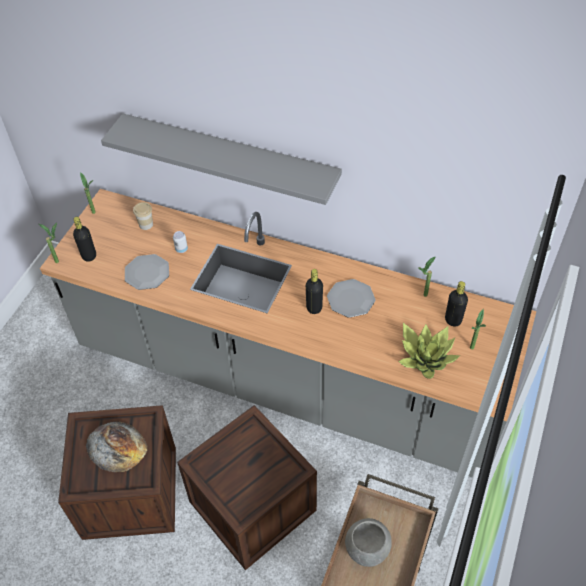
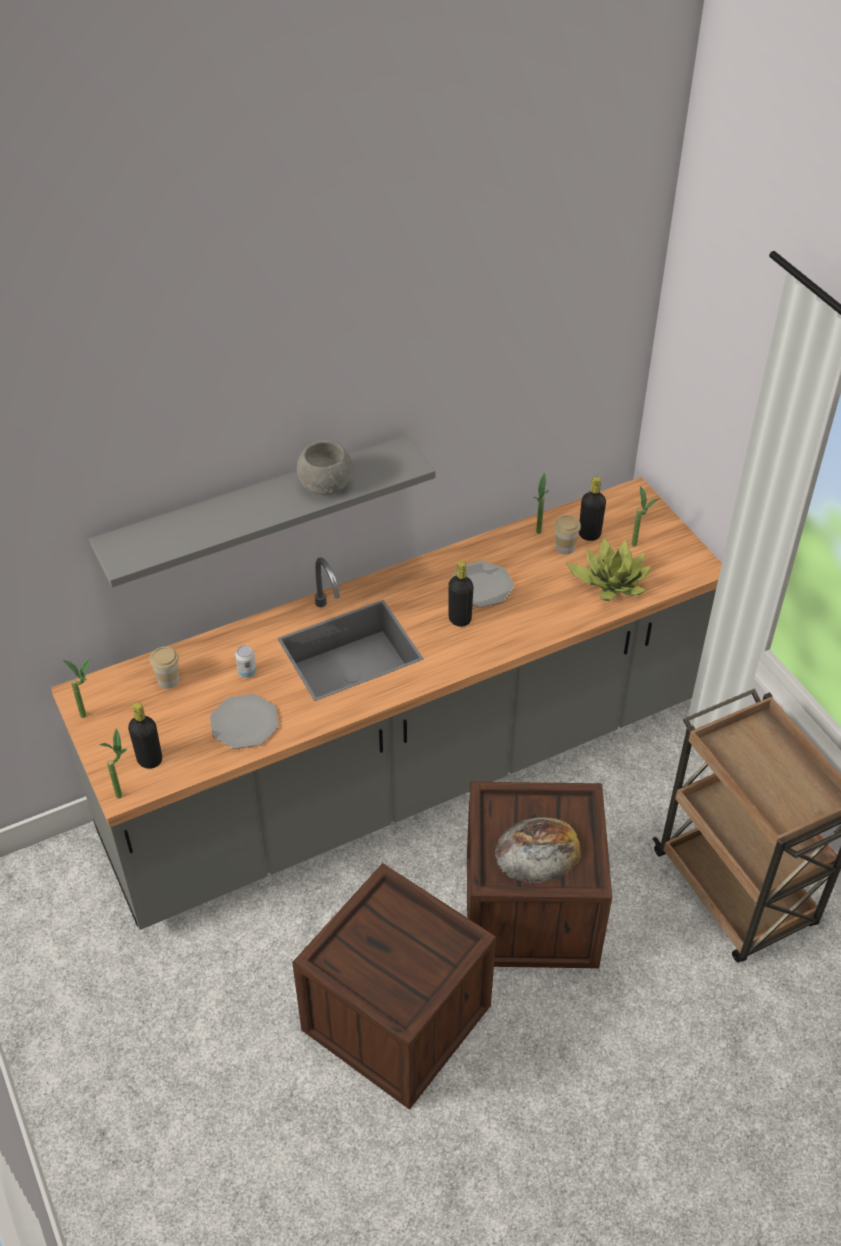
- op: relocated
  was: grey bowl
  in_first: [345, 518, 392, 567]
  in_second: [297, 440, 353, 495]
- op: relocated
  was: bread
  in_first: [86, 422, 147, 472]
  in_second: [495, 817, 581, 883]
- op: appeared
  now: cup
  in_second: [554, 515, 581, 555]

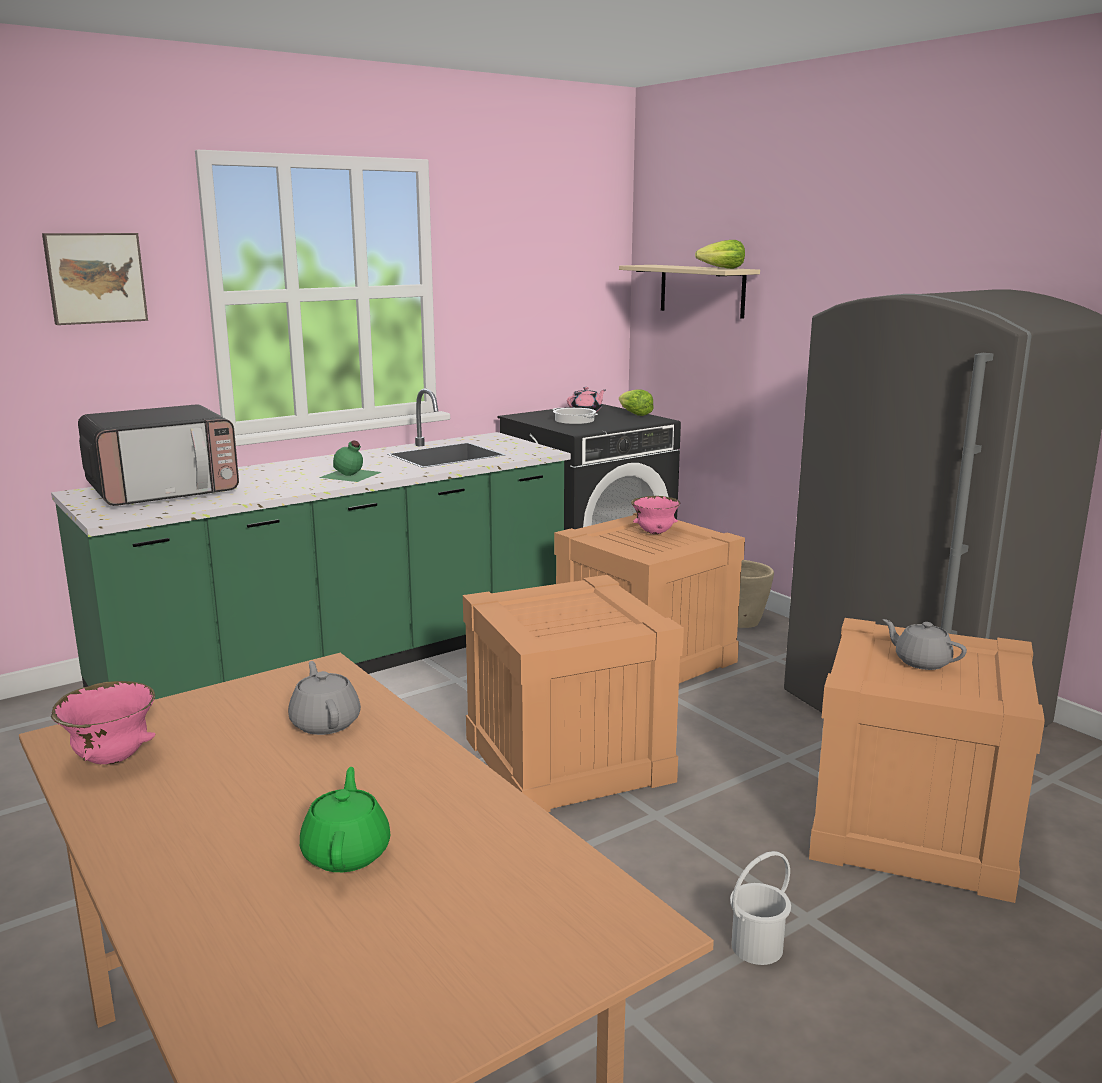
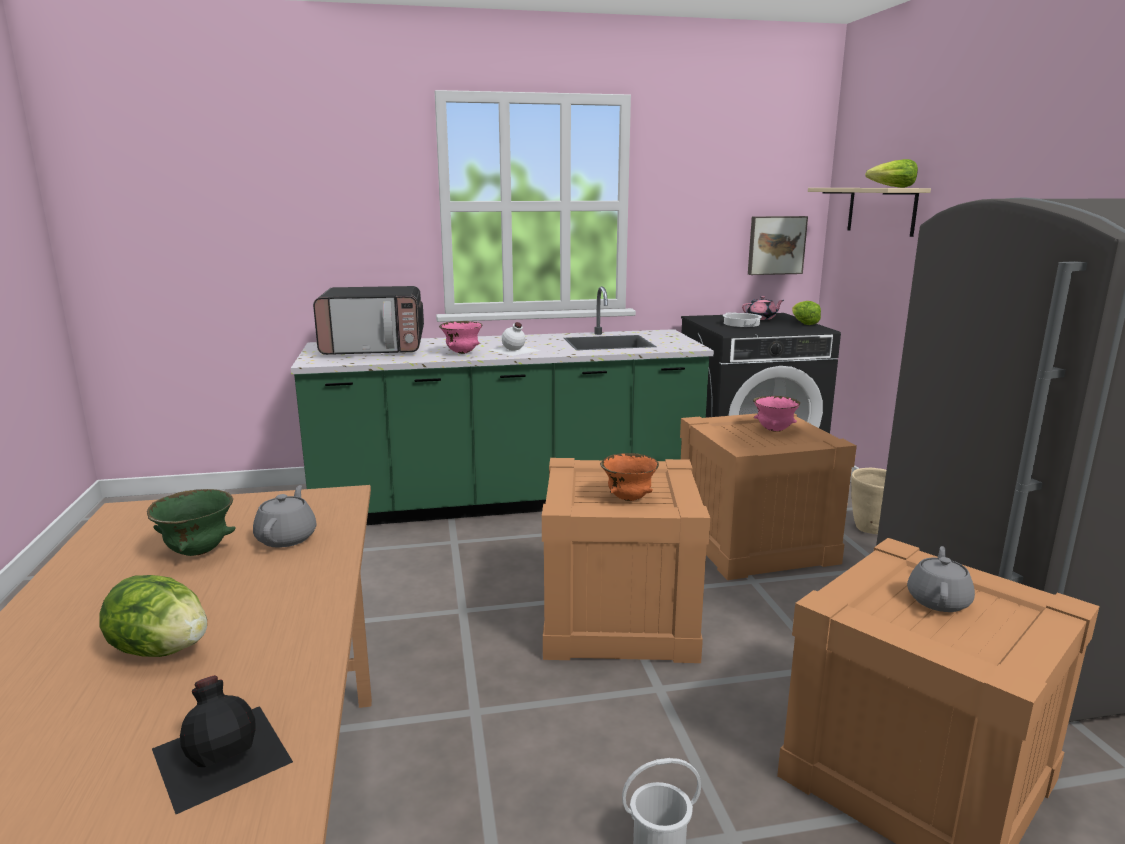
- op: exchanged
  was: green teapot
  now: lettuce
  in_first: [300, 767, 390, 872]
  in_second: [99, 575, 207, 657]
- op: appeared
  now: green bowl
  in_second: [147, 489, 236, 556]
- op: appeared
  now: black bottle
  in_second: [152, 675, 293, 814]
- op: relocated
  was: pink bowl
  in_first: [51, 681, 155, 764]
  in_second: [439, 321, 482, 354]
- op: colour
  was: green bottle
  now: white bottle
  in_first: [319, 440, 381, 482]
  in_second: [491, 322, 541, 356]
- op: appeared
  now: orange bowl
  in_second: [600, 453, 659, 501]
- op: relocated
  was: picture
  in_first: [42, 233, 148, 325]
  in_second: [748, 216, 808, 275]
- op: spun
  was: grey teapot
  in_first: [883, 619, 967, 670]
  in_second: [907, 546, 975, 612]
  clockwise: 45

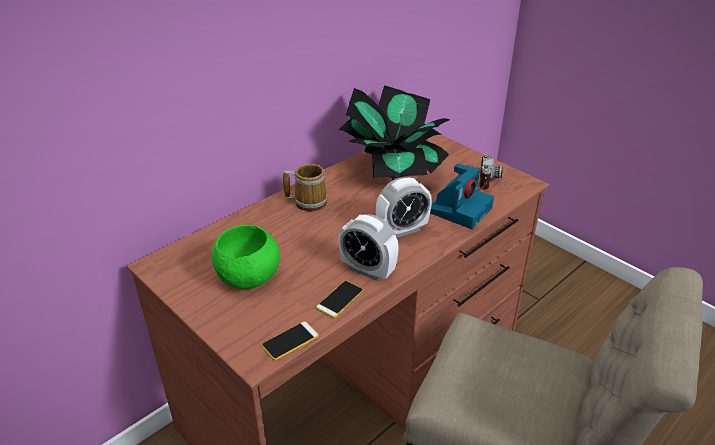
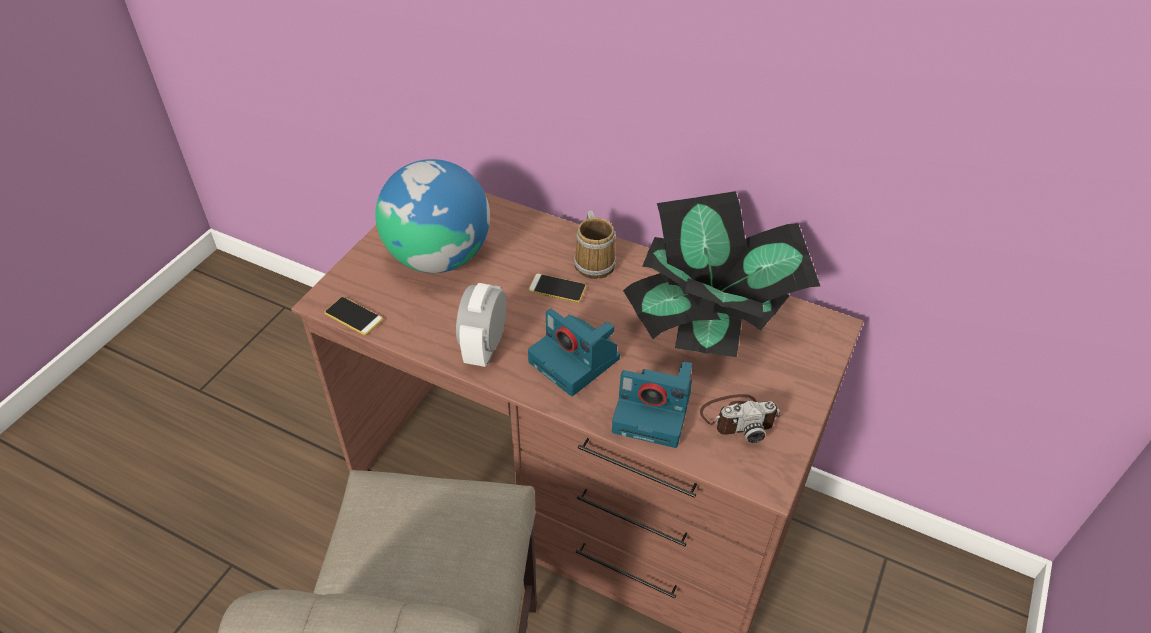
- op: exchanged
  was: green bowl
  now: globe
  in_first: [212, 225, 280, 289]
  in_second: [375, 159, 490, 273]
- op: relocated
  was: phone
  in_first: [316, 281, 364, 318]
  in_second: [528, 274, 587, 303]
- op: exchanged
  was: alarm clock
  now: photo camera
  in_first: [376, 177, 432, 238]
  in_second: [528, 309, 620, 396]

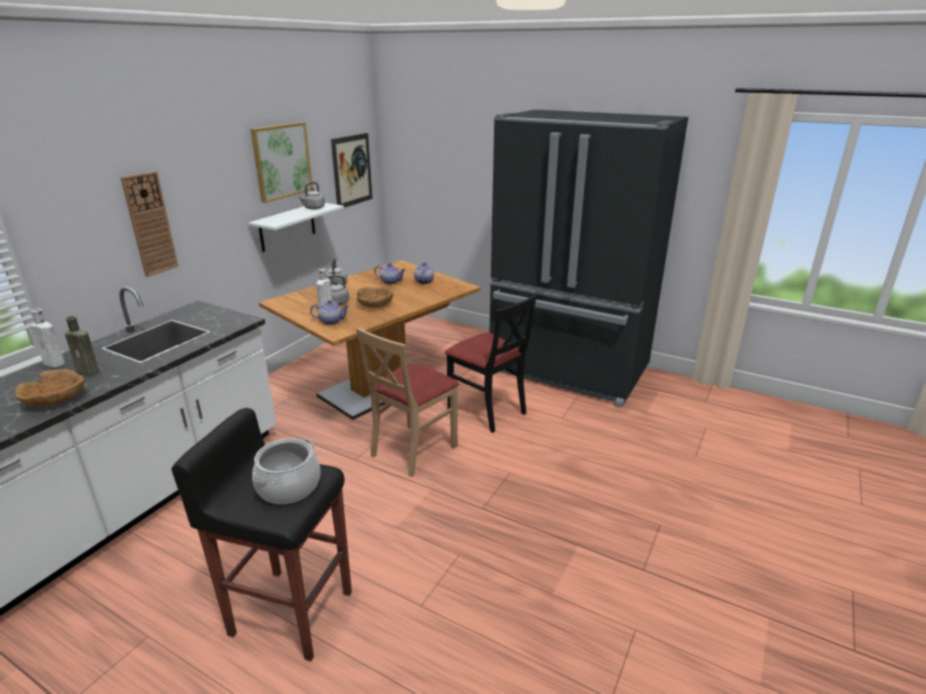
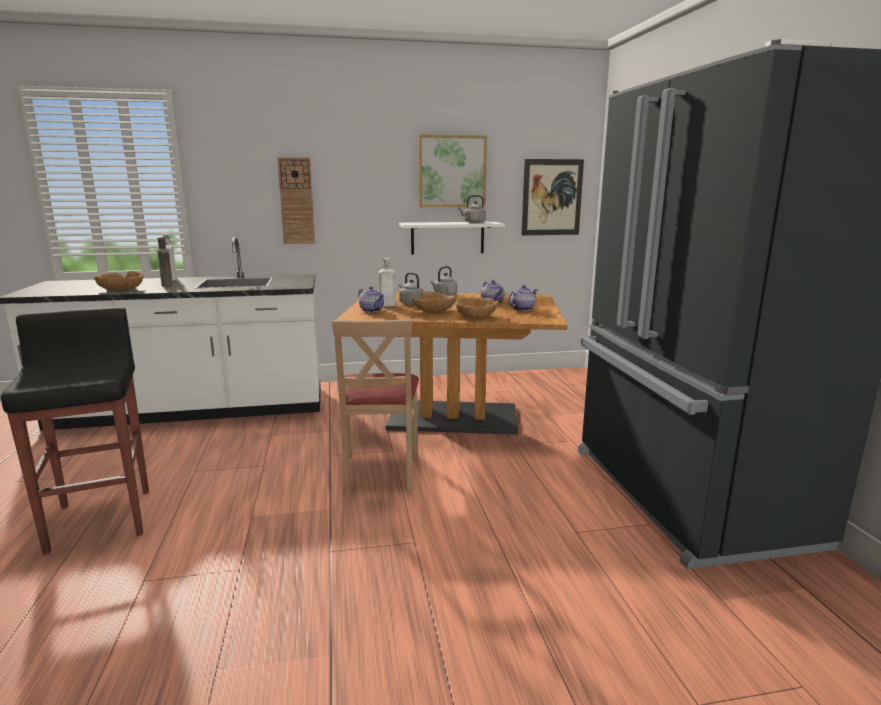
- op: spun
  was: beige chair
  in_first: [356, 327, 459, 477]
  in_second: [332, 319, 419, 495]
  clockwise: -90
- op: appeared
  now: brown bowl
  in_second: [455, 298, 499, 318]
- op: missing
  was: cooking pot
  in_first: [252, 438, 321, 504]
- op: missing
  was: black chair
  in_first: [445, 295, 537, 433]

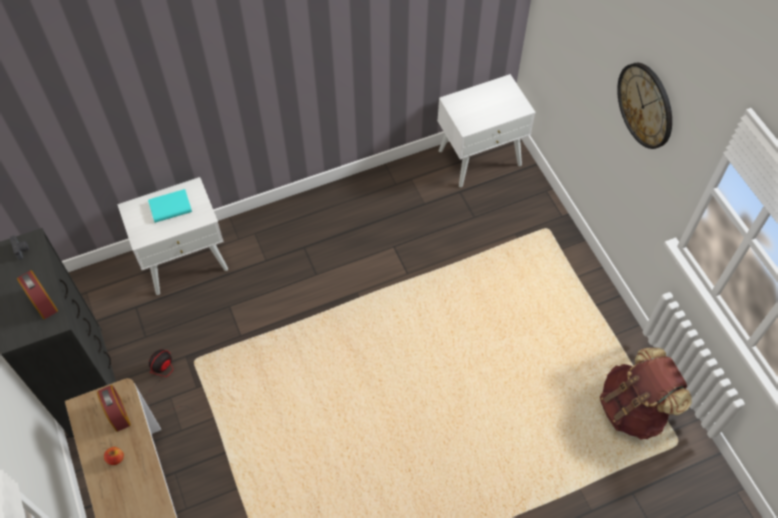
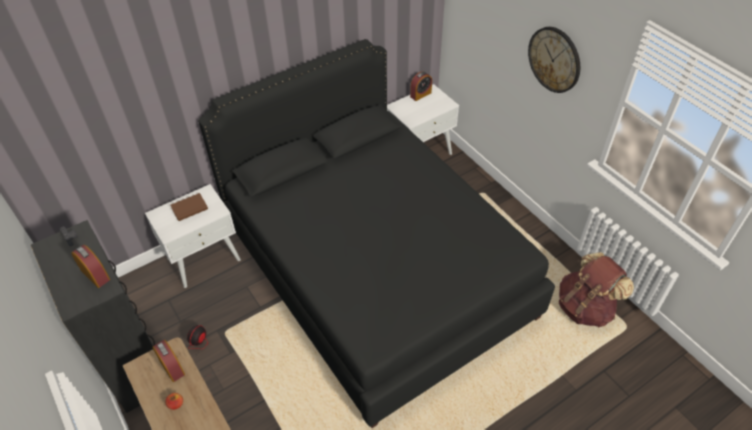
- op: colour
  was: turquoise book
  now: brown book
  in_first: [148, 189, 192, 223]
  in_second: [171, 193, 208, 221]
- op: appeared
  now: black bed
  in_second: [198, 39, 555, 428]
- op: appeared
  now: alarm clock
  in_second: [410, 72, 432, 101]

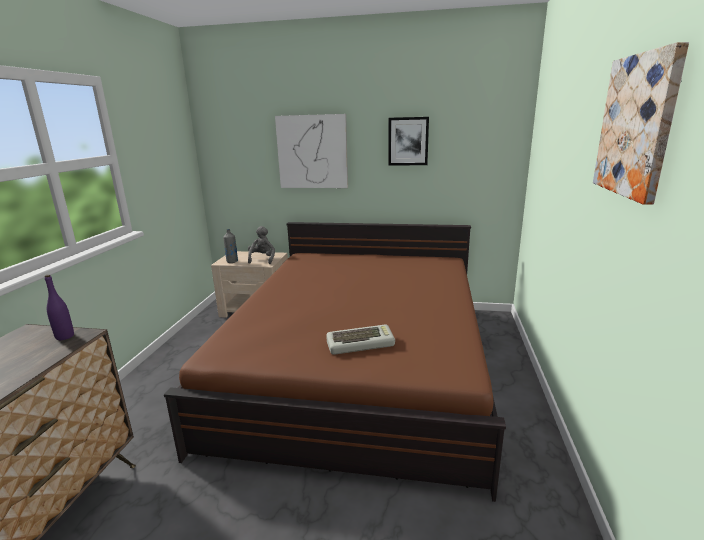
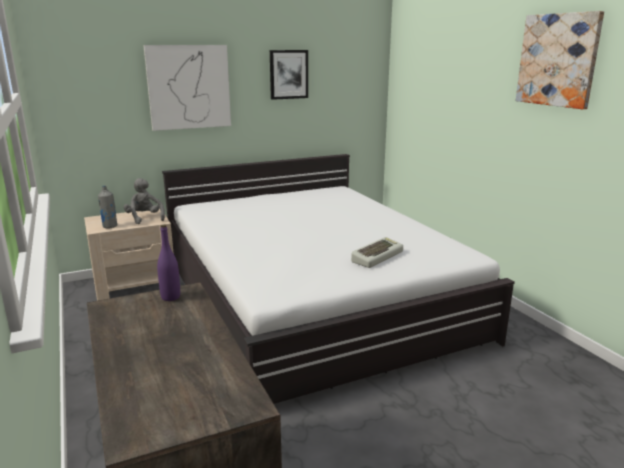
- op: colour
  was: brown bed
  now: white bed
  in_first: [164, 222, 506, 502]
  in_second: [162, 154, 515, 404]

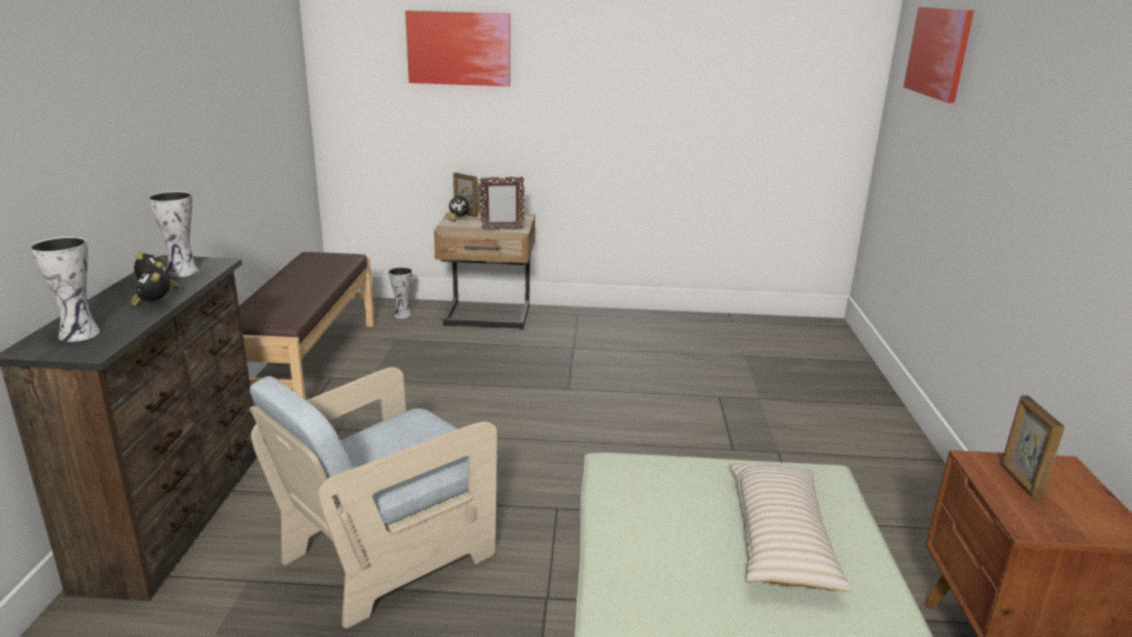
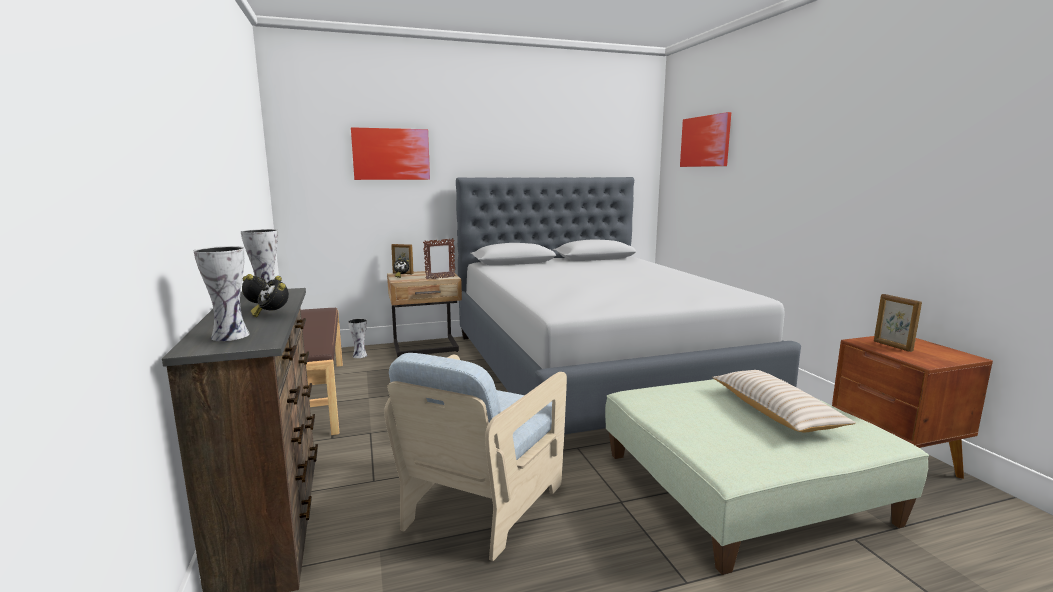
- op: appeared
  now: grey bed
  in_second: [456, 177, 801, 435]

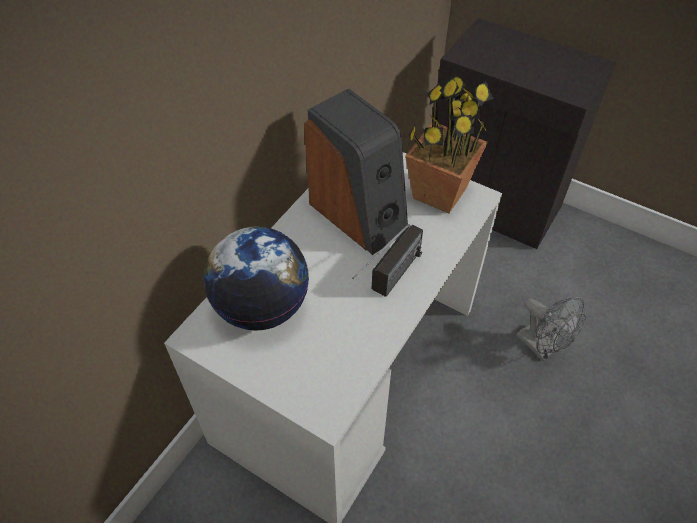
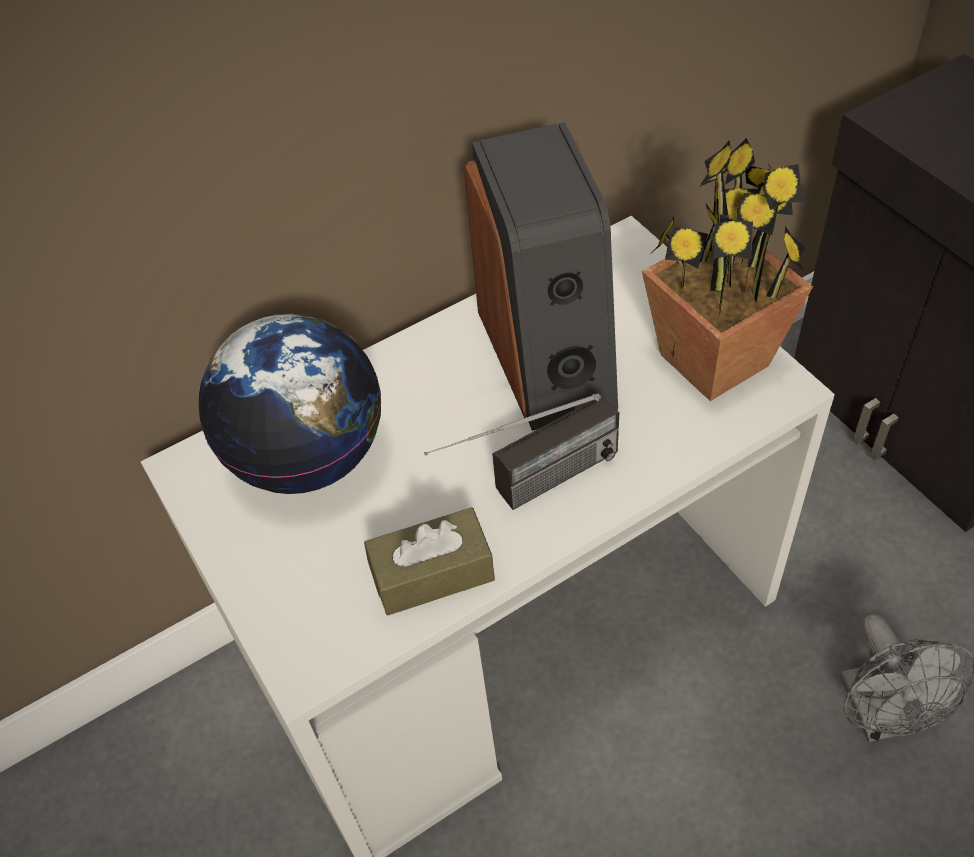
- op: appeared
  now: brown tissue box
  in_second: [364, 507, 495, 615]

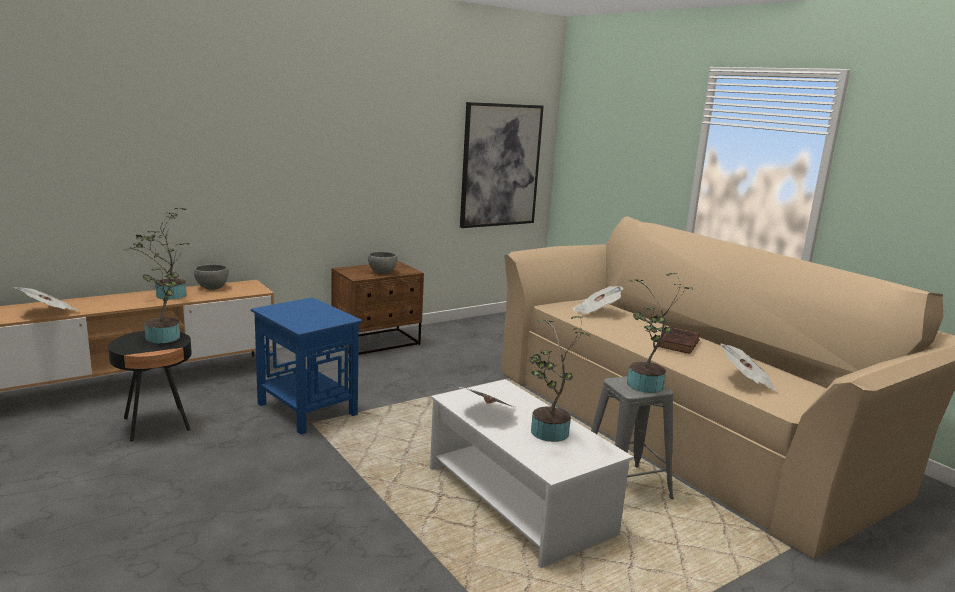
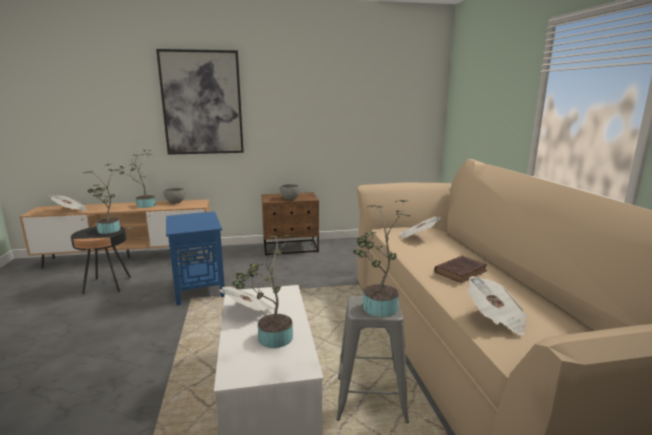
- op: relocated
  was: picture
  in_first: [460, 102, 544, 228]
  in_second: [156, 49, 244, 155]

